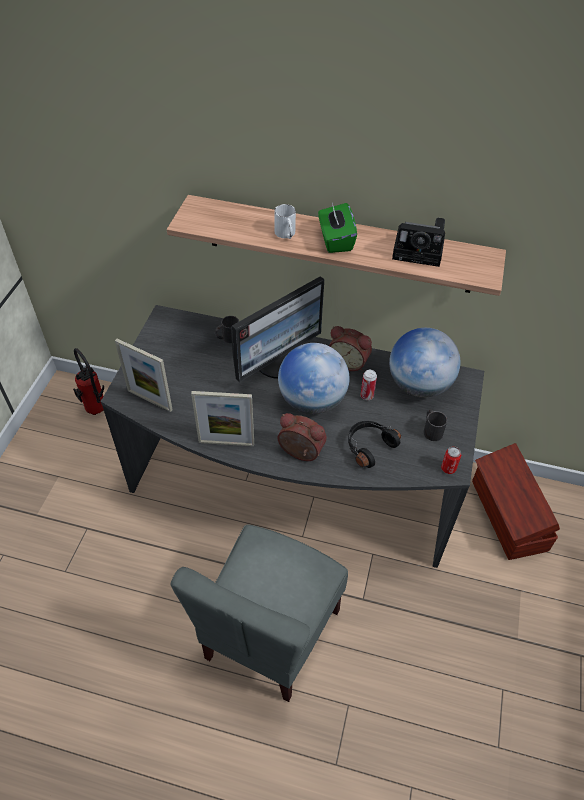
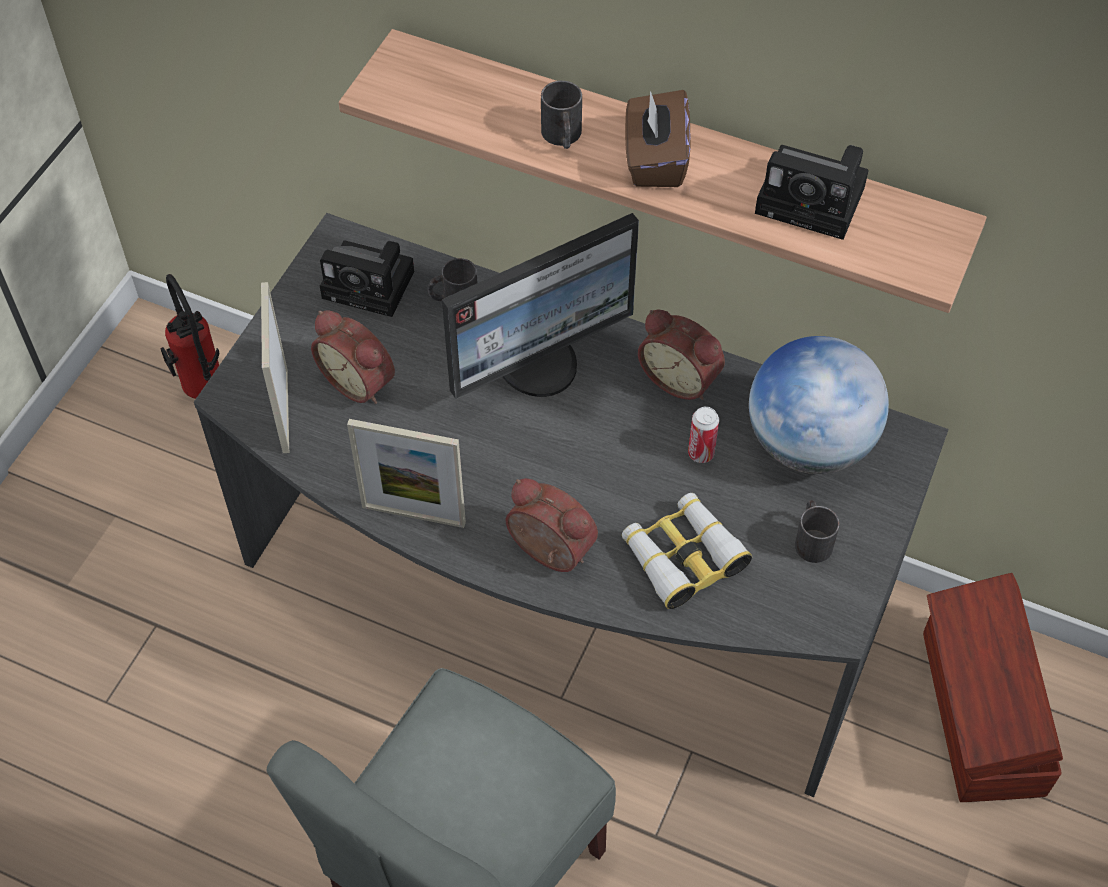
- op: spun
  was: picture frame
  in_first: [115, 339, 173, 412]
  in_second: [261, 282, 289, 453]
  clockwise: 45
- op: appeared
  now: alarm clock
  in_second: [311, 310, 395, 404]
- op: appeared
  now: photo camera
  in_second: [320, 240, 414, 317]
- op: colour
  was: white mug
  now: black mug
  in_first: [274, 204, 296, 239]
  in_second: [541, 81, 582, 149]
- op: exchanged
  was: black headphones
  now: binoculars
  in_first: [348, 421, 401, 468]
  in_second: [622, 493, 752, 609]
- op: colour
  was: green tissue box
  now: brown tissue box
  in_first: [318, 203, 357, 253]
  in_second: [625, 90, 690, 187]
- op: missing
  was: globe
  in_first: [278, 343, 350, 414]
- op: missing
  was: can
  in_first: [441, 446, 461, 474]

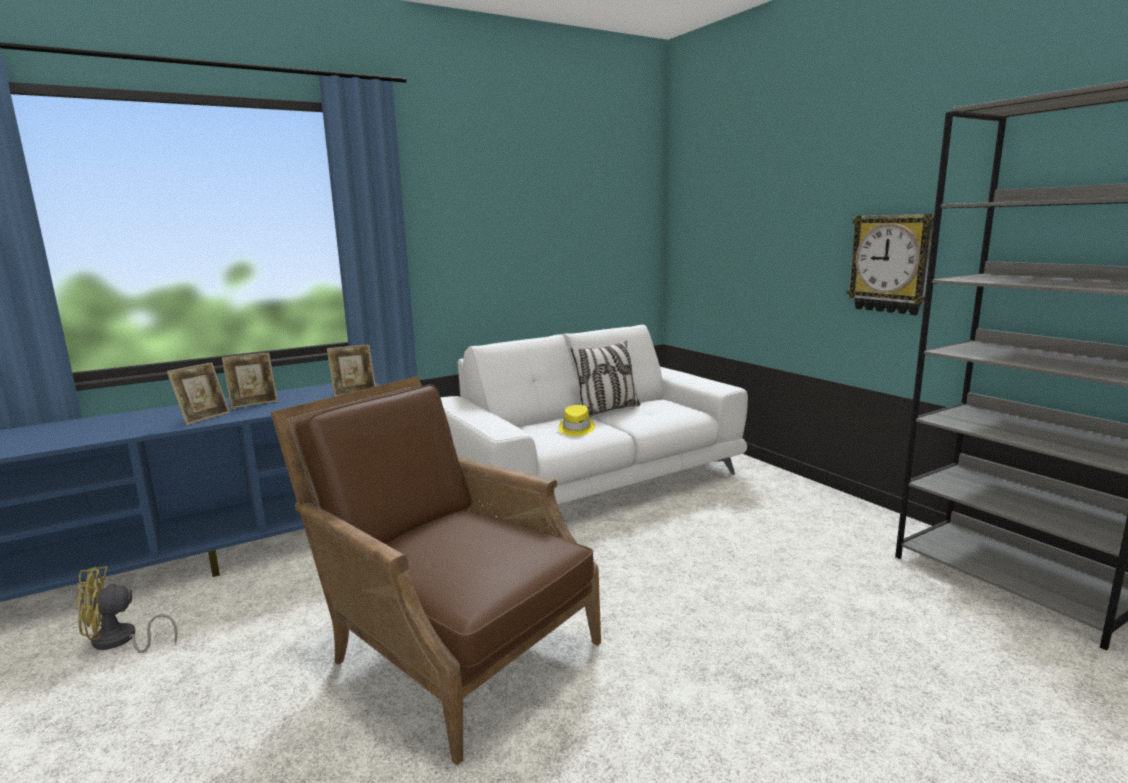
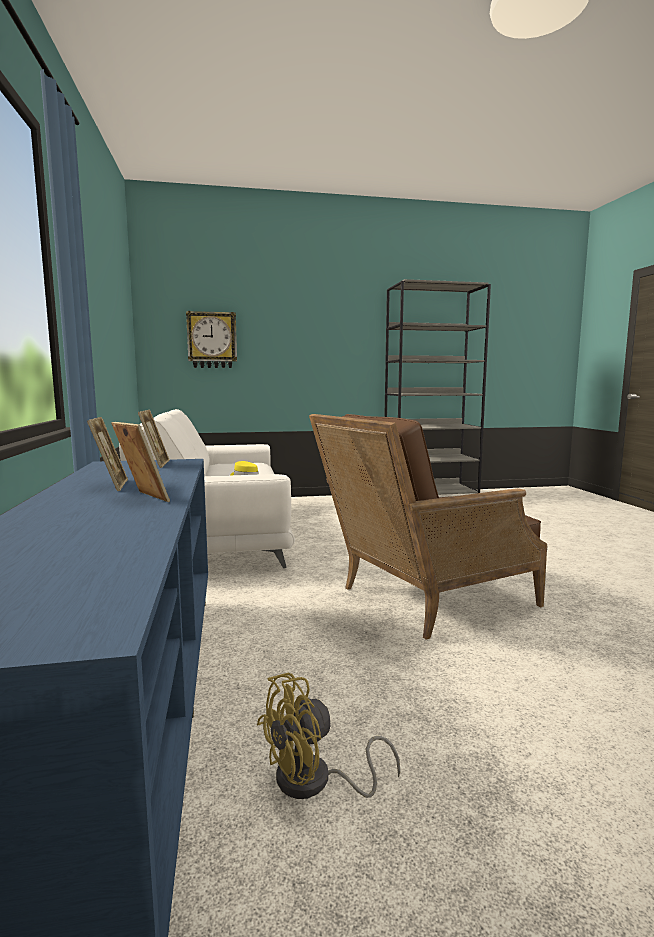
- op: relocated
  was: wall clock
  in_first: [846, 214, 934, 315]
  in_second: [186, 311, 237, 368]
- op: spun
  was: yellow fan
  in_first: [76, 566, 178, 653]
  in_second: [257, 673, 400, 799]
  clockwise: 60
- op: missing
  was: pillow
  in_first: [571, 341, 641, 417]

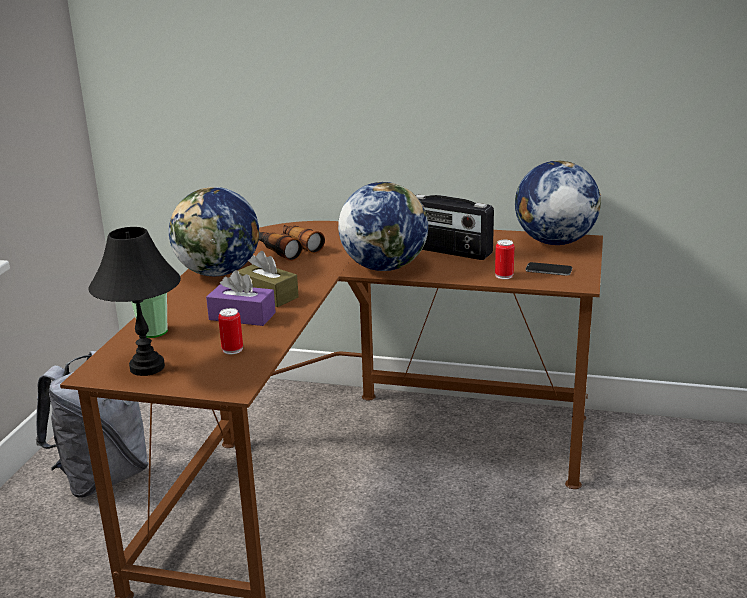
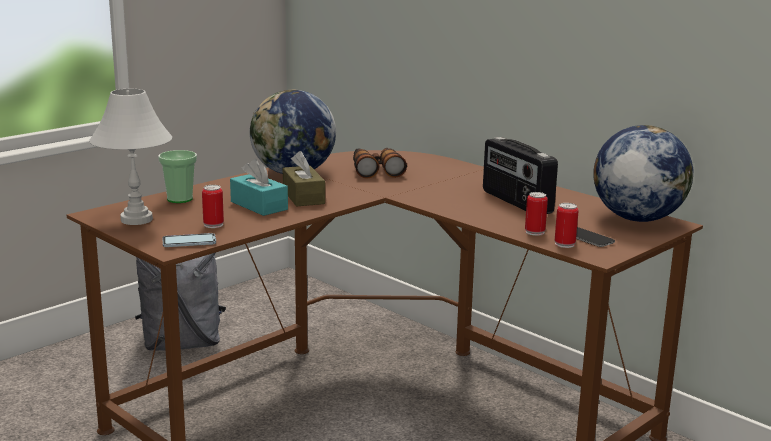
- op: colour
  was: black table lamp
  now: white table lamp
  in_first: [89, 227, 181, 376]
  in_second: [89, 89, 172, 225]
- op: appeared
  now: phone
  in_second: [162, 233, 216, 247]
- op: colour
  was: purple tissue box
  now: turquoise tissue box
  in_first: [206, 270, 276, 326]
  in_second: [230, 159, 288, 216]
- op: appeared
  now: can
  in_second: [555, 203, 579, 248]
- op: missing
  was: globe
  in_first: [338, 182, 428, 271]

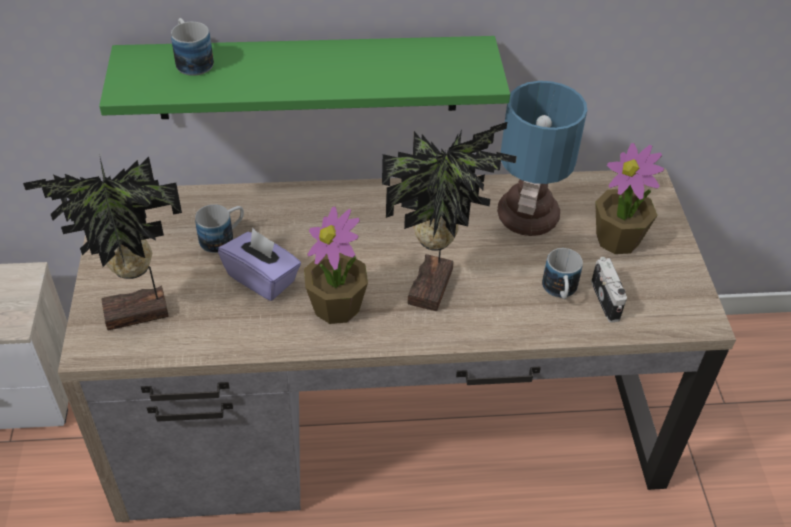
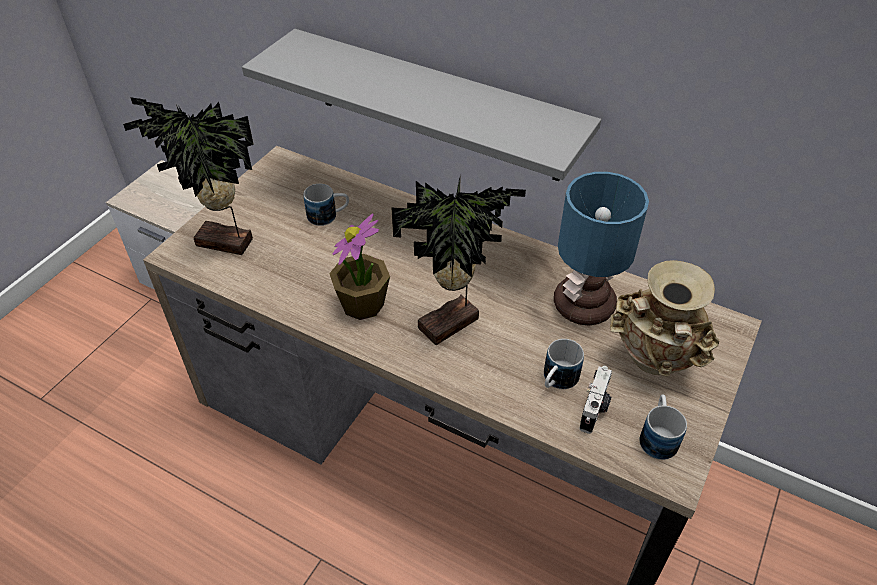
- op: colour
  was: green shelf
  now: grey shelf
  in_first: [99, 36, 510, 119]
  in_second: [242, 29, 601, 181]
- op: exchanged
  was: potted plant
  now: beige vase
  in_first: [595, 143, 664, 254]
  in_second: [610, 260, 719, 376]
- op: relocated
  was: mug
  in_first: [171, 18, 214, 76]
  in_second: [639, 394, 687, 460]
- op: missing
  was: purple tissue box
  in_first: [218, 228, 301, 301]

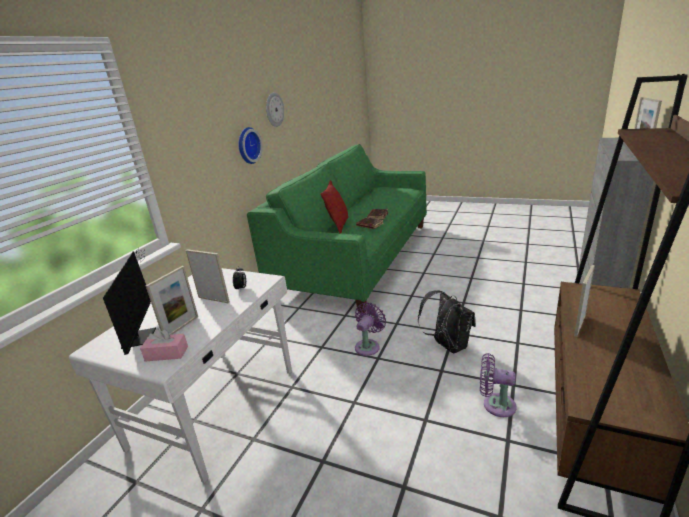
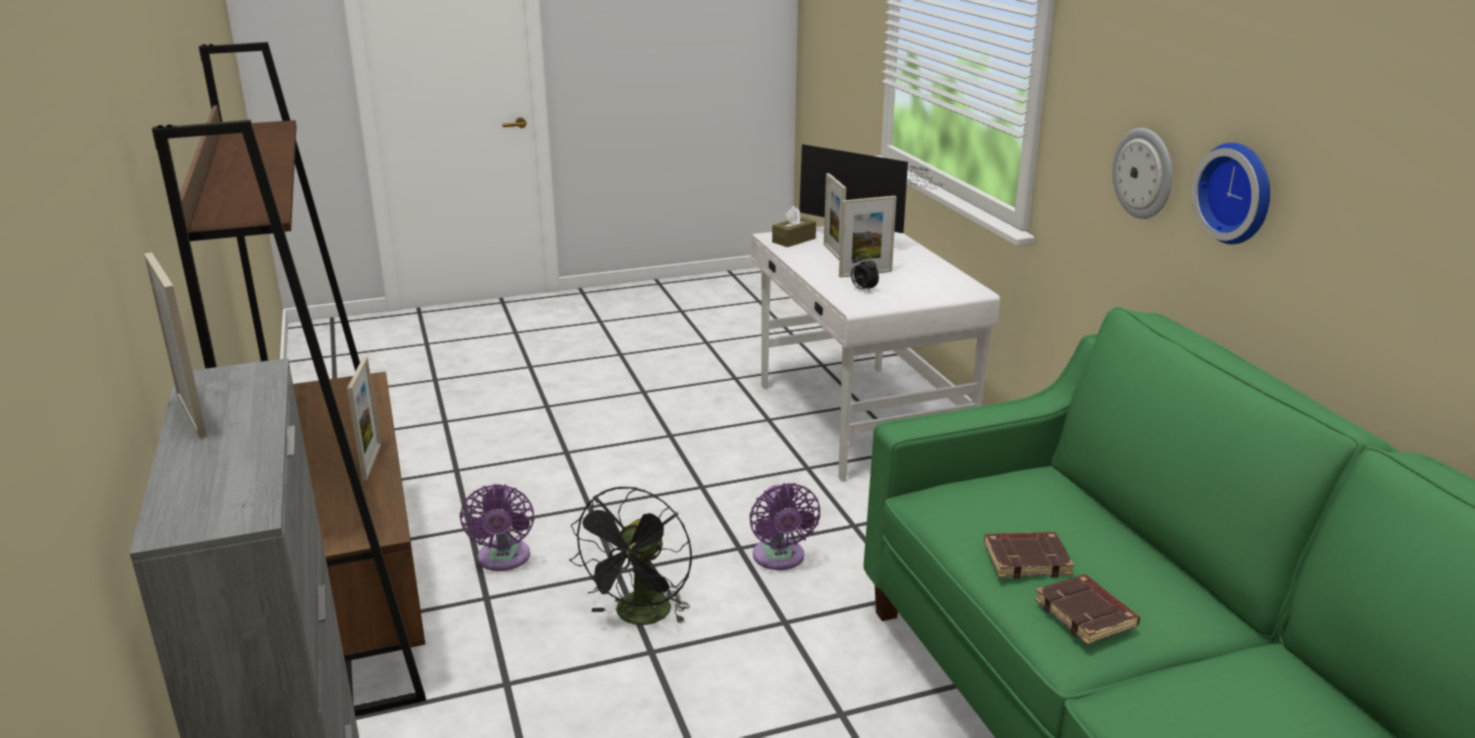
- op: spun
  was: purple fan
  in_first: [480, 353, 517, 417]
  in_second: [460, 484, 535, 571]
  clockwise: 105
- op: exchanged
  was: black backpack
  now: black fan
  in_first: [418, 291, 476, 353]
  in_second: [569, 487, 692, 625]
- op: colour
  was: pink tissue box
  now: brown tissue box
  in_first: [140, 328, 188, 362]
  in_second: [772, 206, 816, 247]
- op: relocated
  was: wall clock
  in_first: [266, 92, 284, 127]
  in_second: [1112, 128, 1172, 219]
- op: missing
  was: red pillow
  in_first: [321, 180, 348, 234]

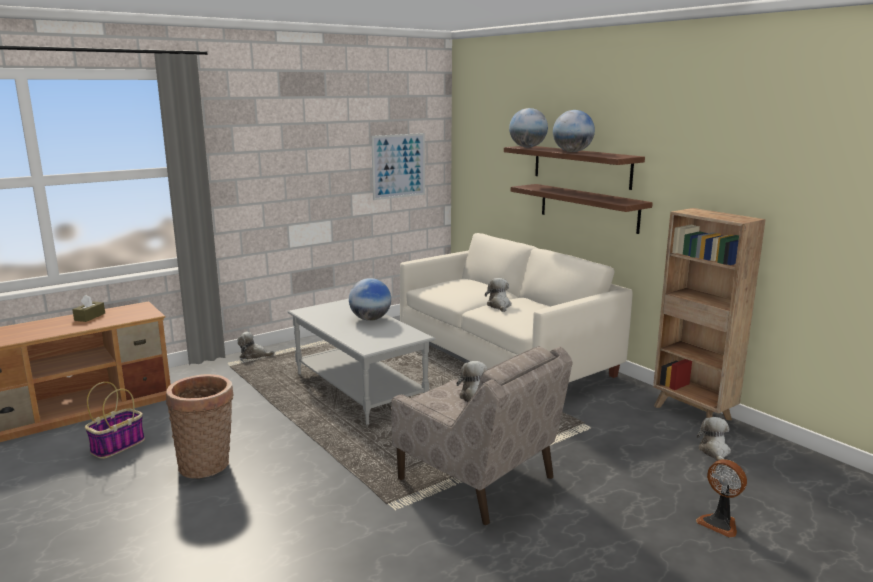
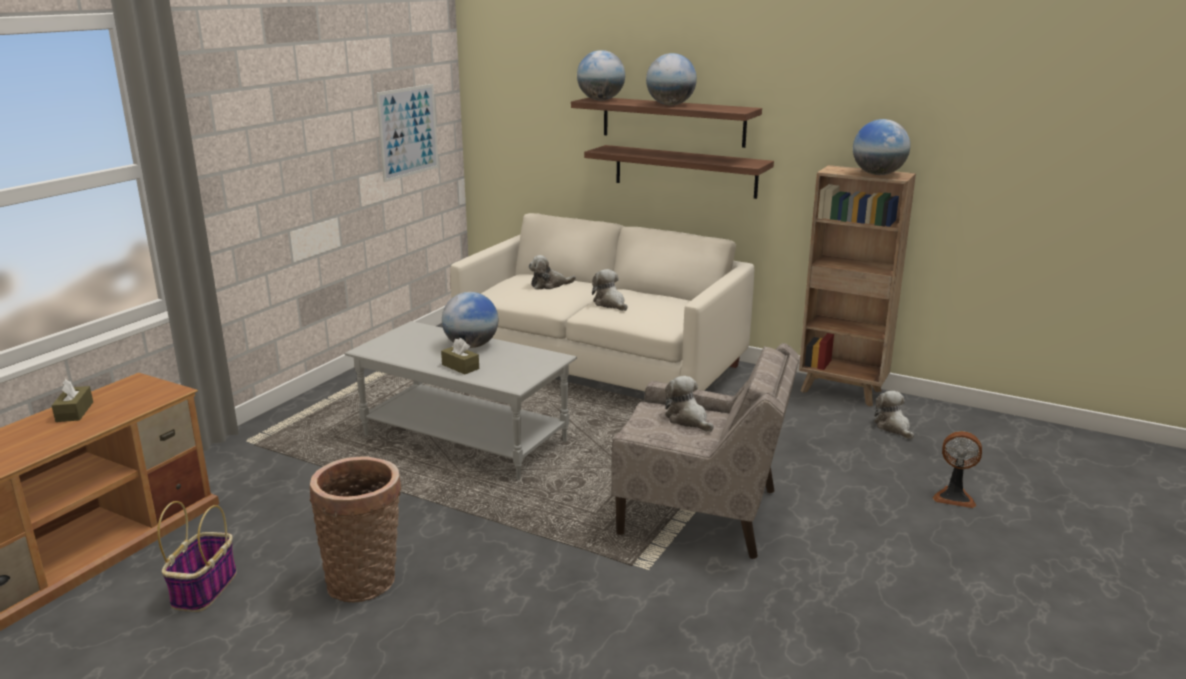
- op: appeared
  now: brown tissue box
  in_second: [441, 338, 479, 374]
- op: relocated
  was: plush toy
  in_first: [238, 332, 275, 359]
  in_second: [528, 255, 576, 290]
- op: appeared
  now: globe
  in_second: [853, 119, 910, 175]

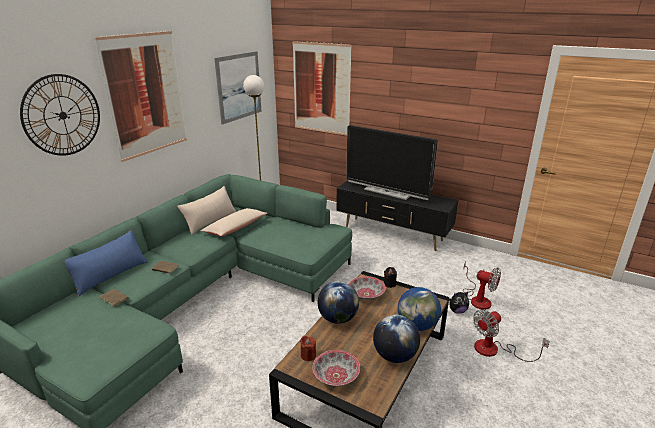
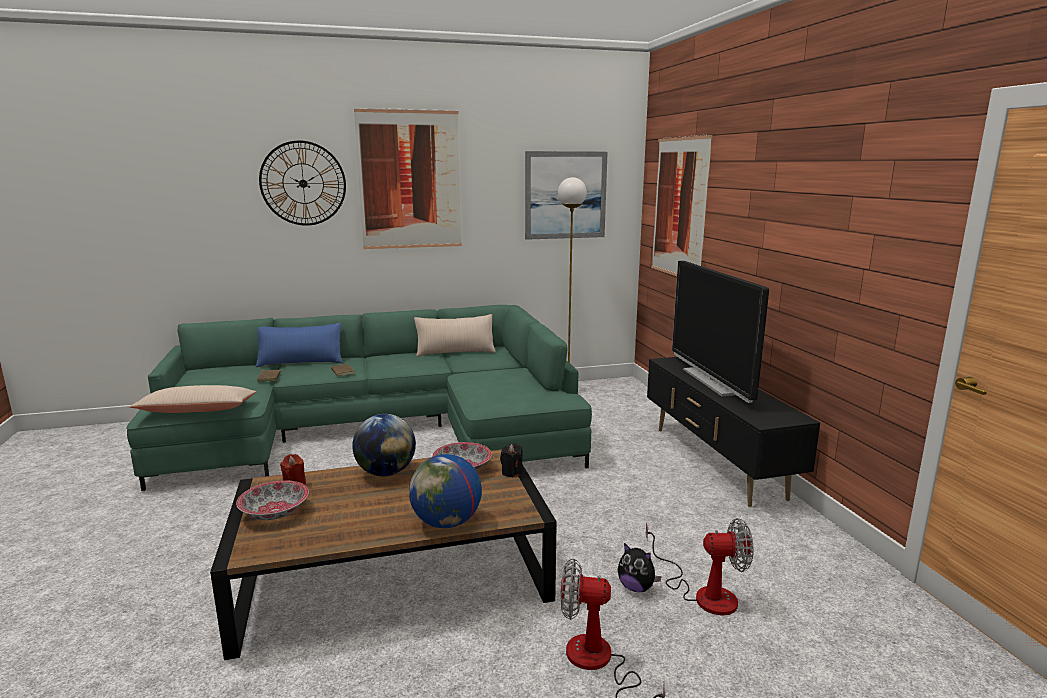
- op: relocated
  was: beige pillow
  in_first: [200, 208, 268, 236]
  in_second: [129, 385, 256, 413]
- op: spun
  was: fan
  in_first: [463, 262, 501, 310]
  in_second: [646, 518, 754, 616]
  clockwise: -75
- op: missing
  was: globe
  in_first: [373, 315, 420, 363]

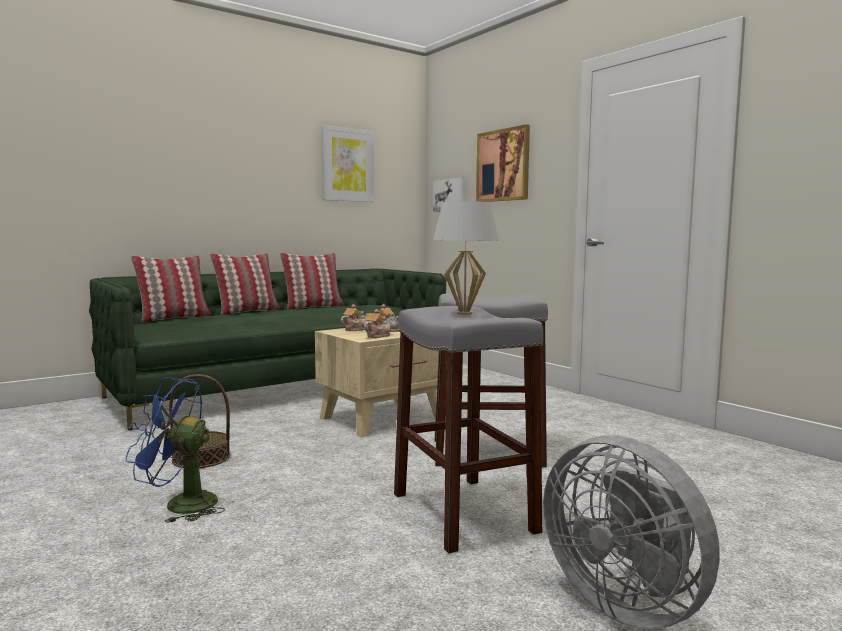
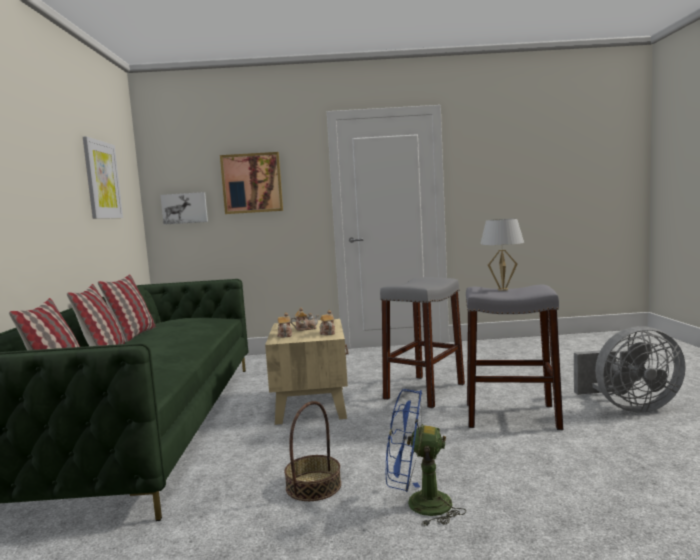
- op: spun
  was: blue fan
  in_first: [126, 377, 225, 523]
  in_second: [385, 389, 466, 526]
  clockwise: 60

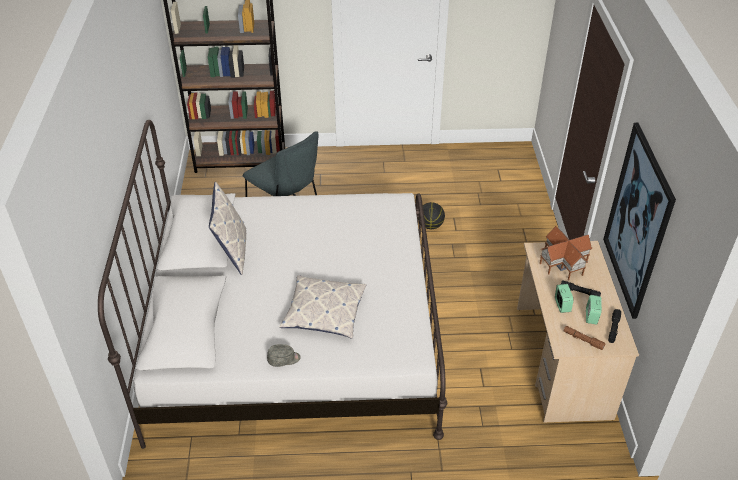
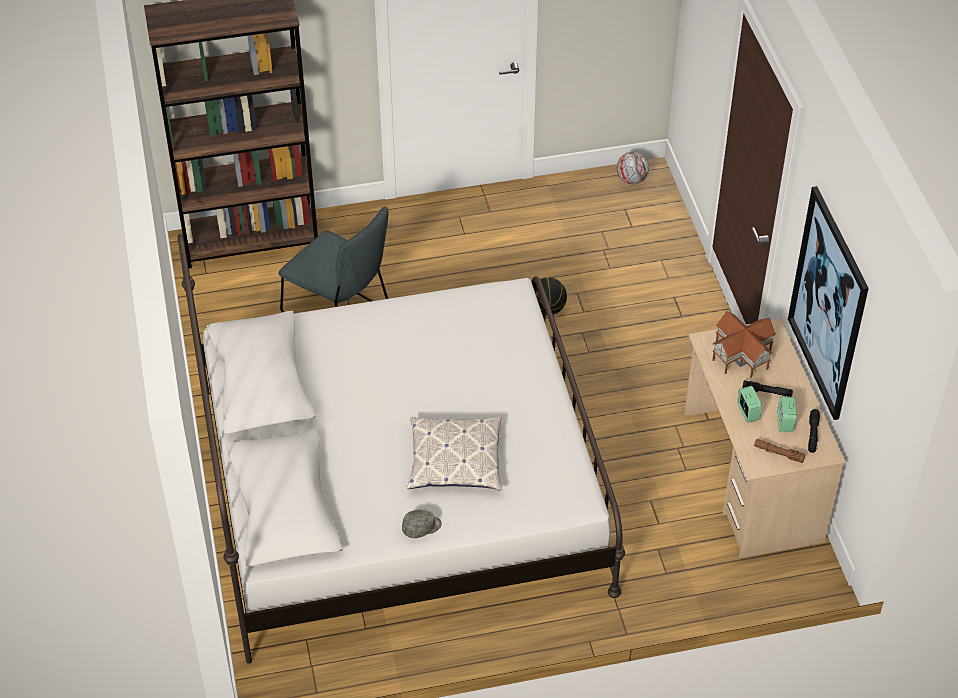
- op: appeared
  now: football
  in_second: [617, 152, 649, 184]
- op: missing
  was: pillow
  in_first: [209, 182, 246, 275]

